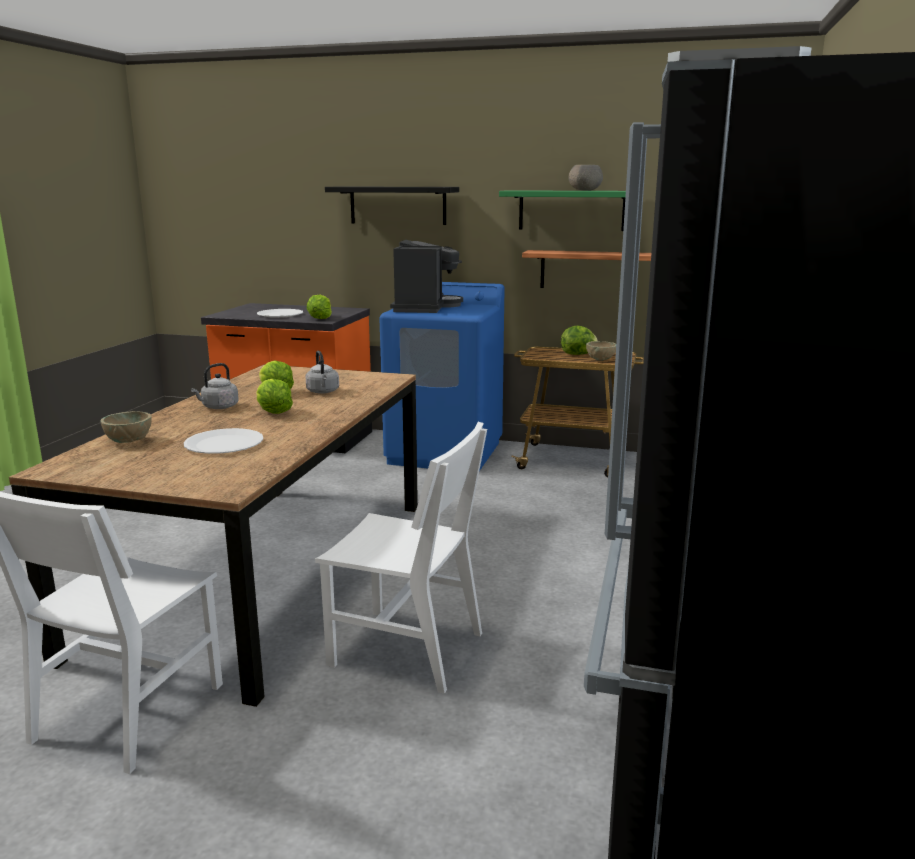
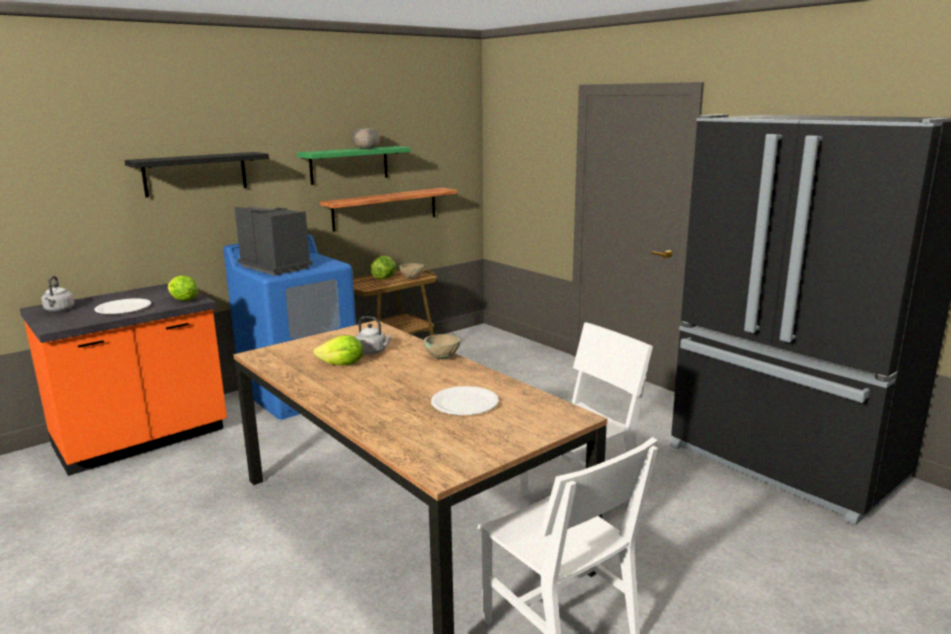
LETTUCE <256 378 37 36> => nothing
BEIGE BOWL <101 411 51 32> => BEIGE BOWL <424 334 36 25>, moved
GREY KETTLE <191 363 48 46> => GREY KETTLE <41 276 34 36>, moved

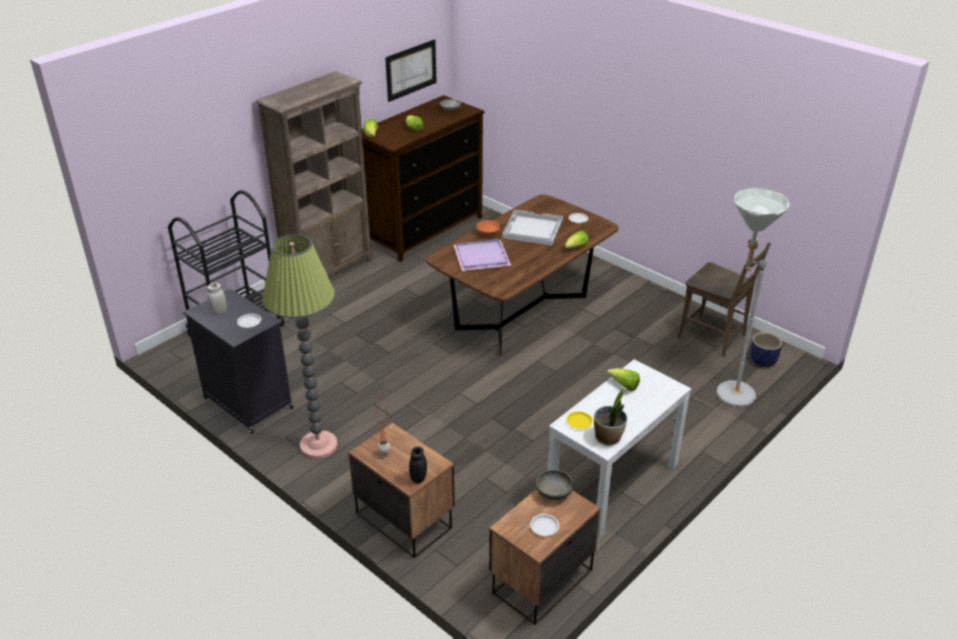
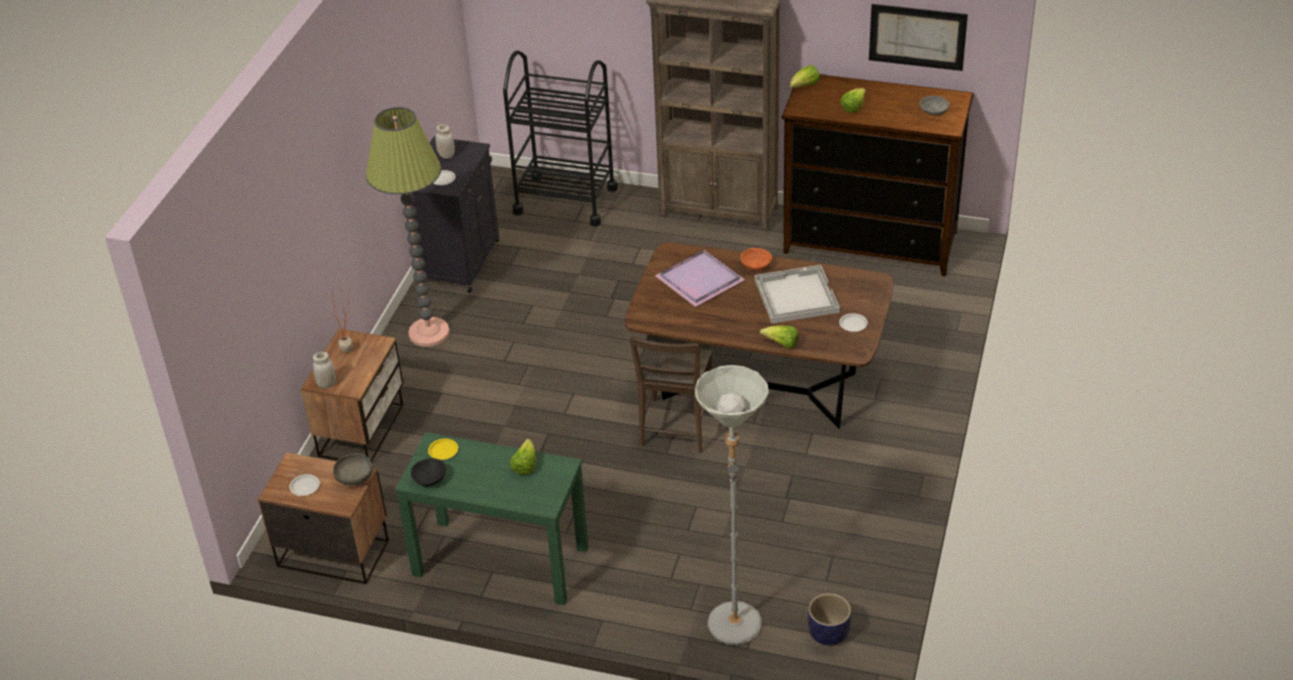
BROWN CHAIR <677 243 94 114> => BROWN CHAIR <630 335 85 118>, moved
POTTED PLANT <594 387 33 58> => BLACK BOWL <411 458 35 28>
BLACK JAR <409 447 18 37> => WHITE JAR <313 352 23 36>
WHITE CONSOLE TABLE <547 359 144 180> => GREEN CONSOLE TABLE <395 432 194 173>

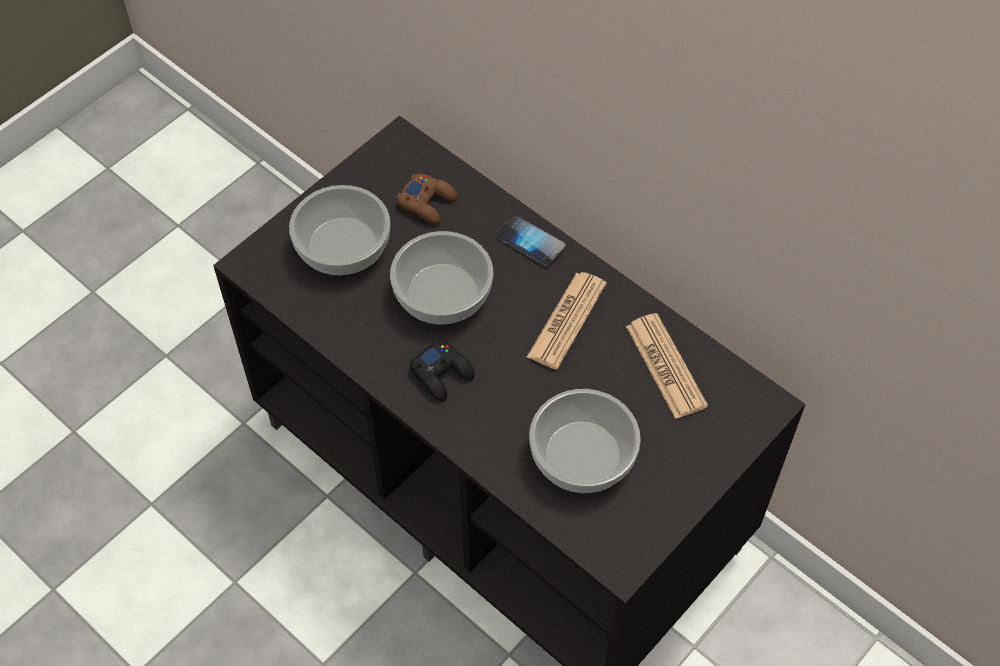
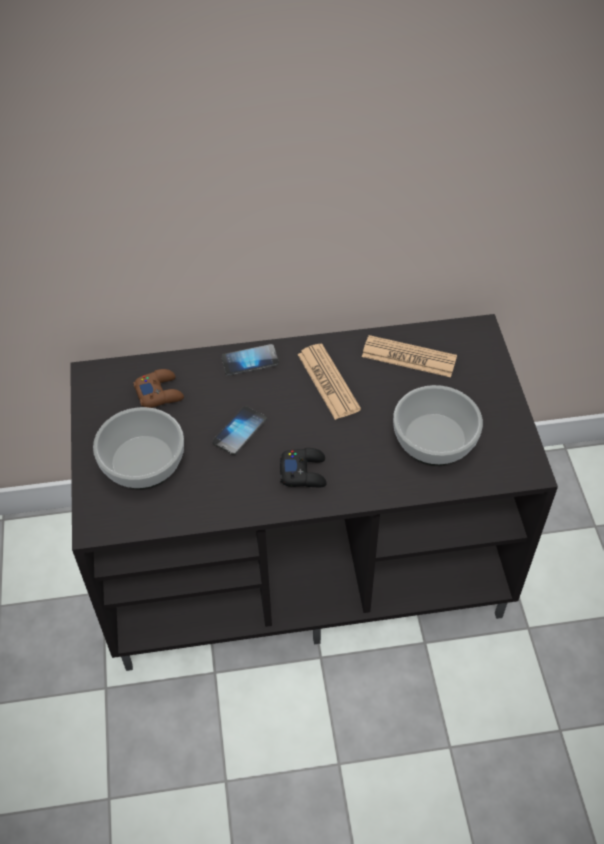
BOWL <390 231 103 95> => PHONE <212 406 55 49>

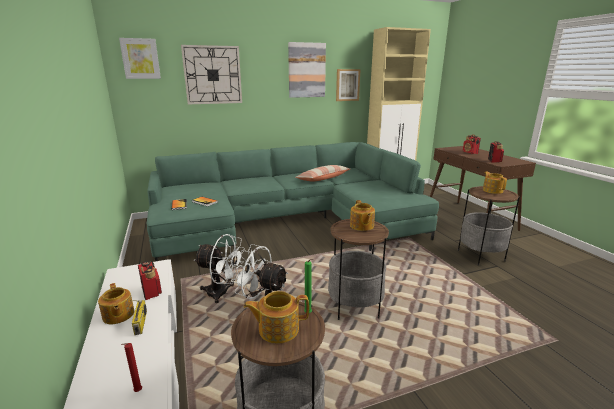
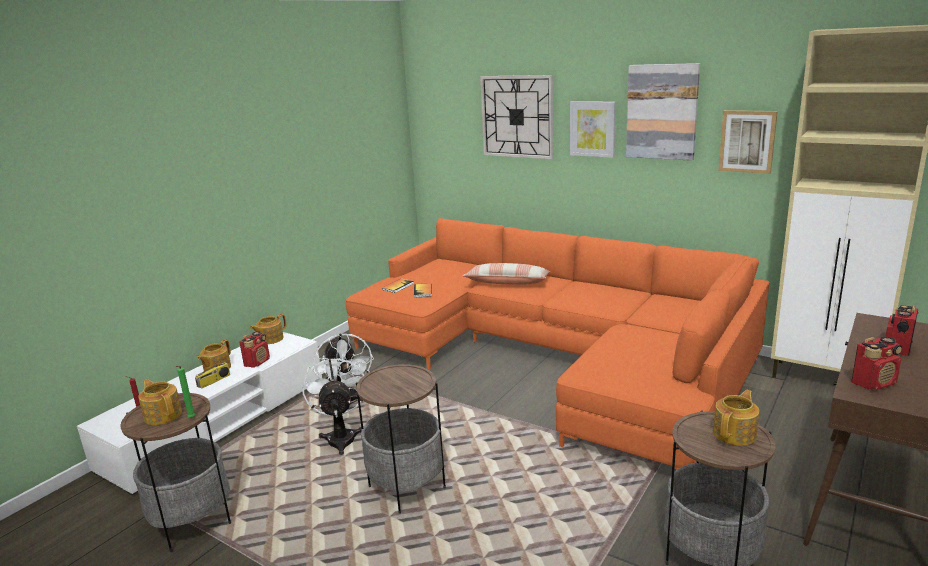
PICTURE <119 38 42 41> => PICTURE <570 101 46 57>, moved
PILLOW <295 165 55 16> => PILLOW <463 263 87 22>, moved
TEAPOT <350 200 25 31> => TEAPOT <250 314 36 30>, moved
GREEN SOFA <147 142 292 119> => ORANGE SOFA <346 218 423 251>

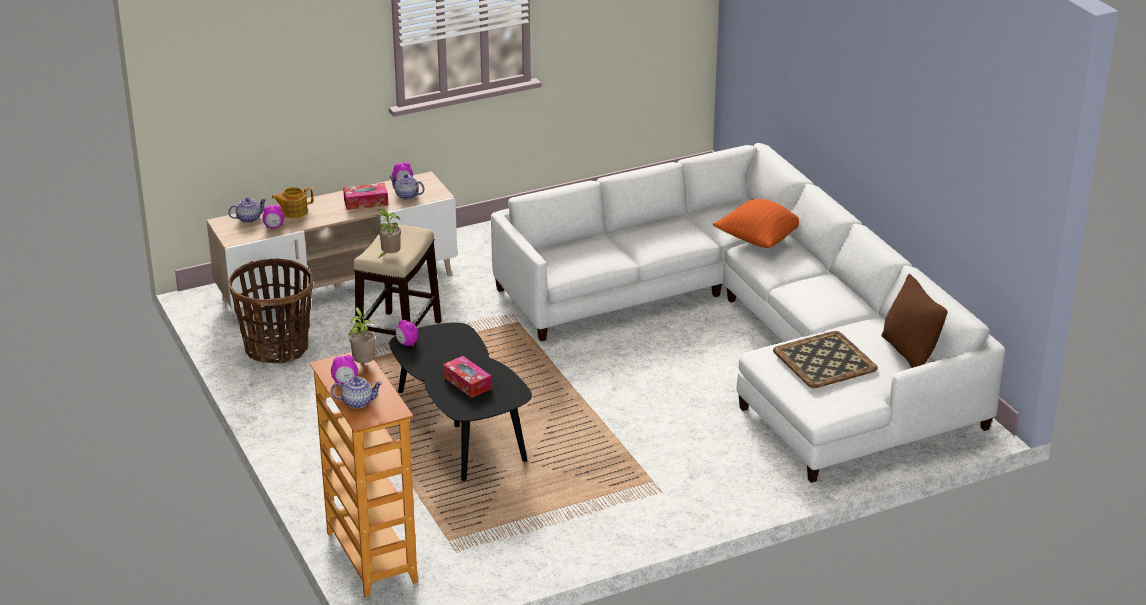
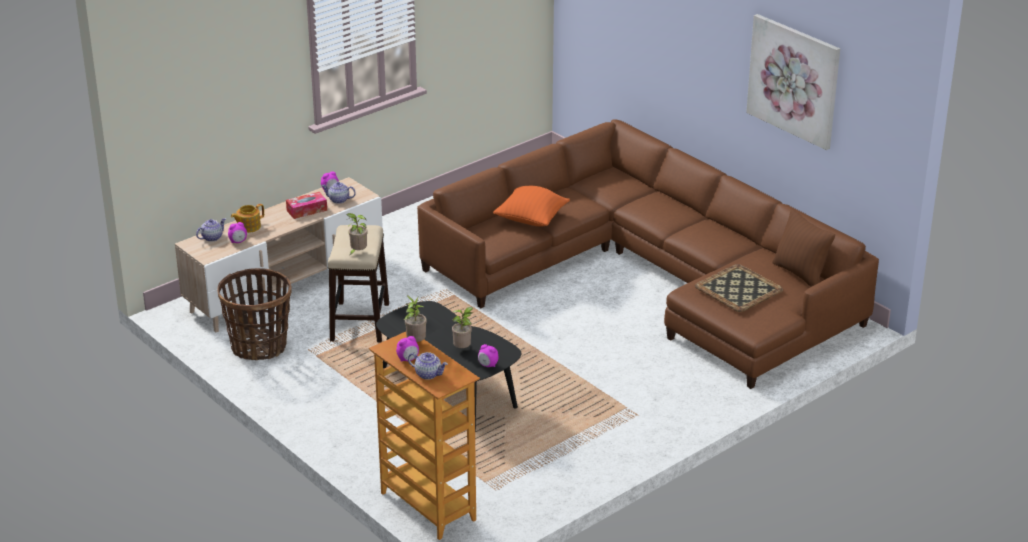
nothing => PICTURE <746 14 94 136>
ALARM CLOCK <396 320 22 26> => ALARM CLOCK <478 344 21 23>, moved
ORANGE PILLOW <713 199 86 49> => ORANGE PILLOW <493 186 77 40>, moved
TISSUE BOX <443 356 49 42> => POTTED PLANT <452 307 21 41>
WHITE SOFA <491 143 514 340> => BROWN SOFA <417 119 462 270>
TEAPOT <331 377 52 32> => TEAPOT <408 352 40 28>, 45 degrees clockwise

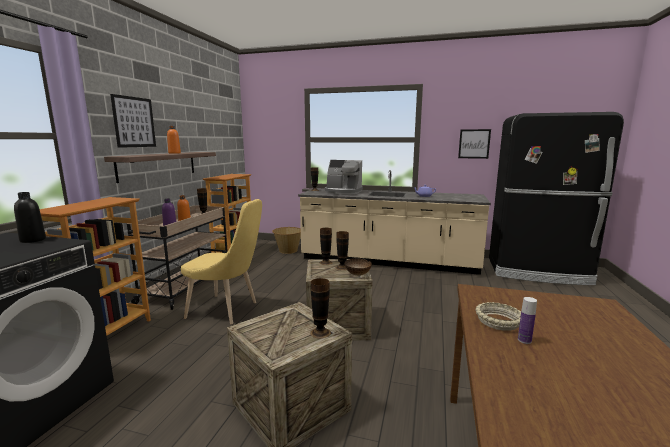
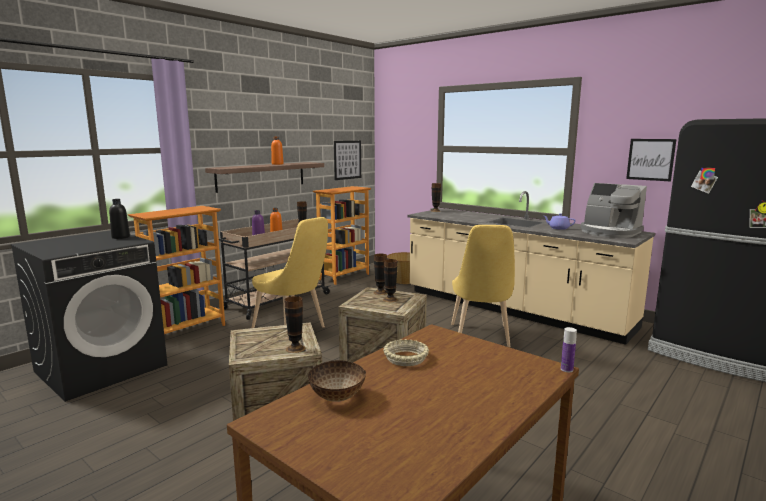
nothing => YELLOW CHAIR <451 225 64 122>
PICTURE <110 94 46 54> => PICTURE <334 141 27 39>, moved
COFFEE MACHINE <325 160 38 35> => COFFEE MACHINE <581 183 66 55>, moved
BOWL <345 258 27 18> => BOWL <308 360 58 42>, moved
BOTTLE <518 297 19 47> => BOTTLE <561 327 16 45>, moved

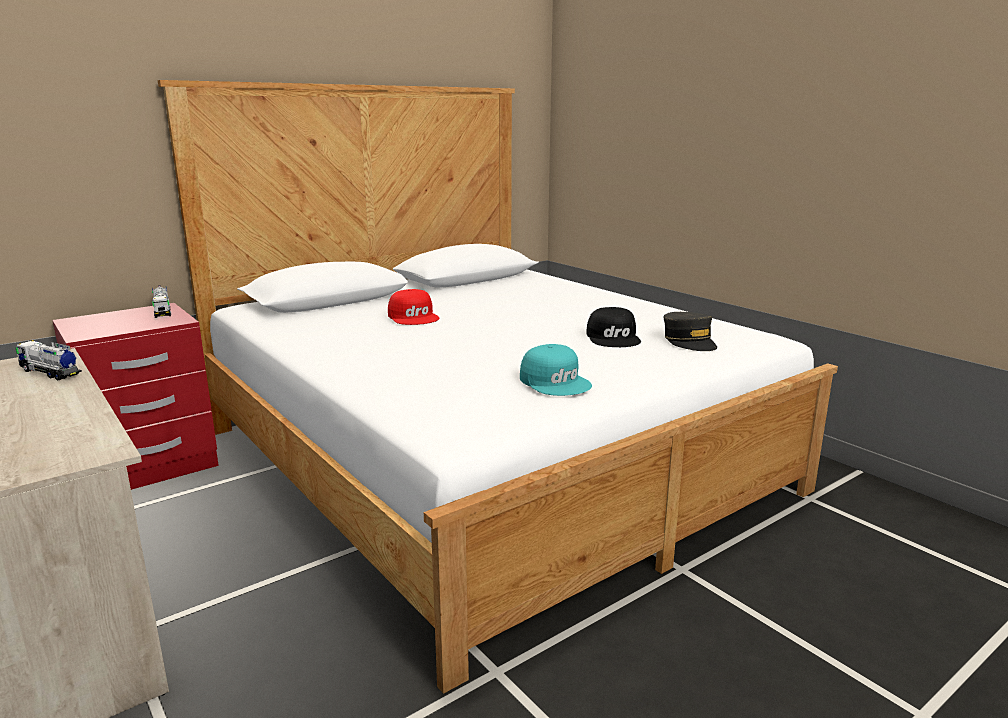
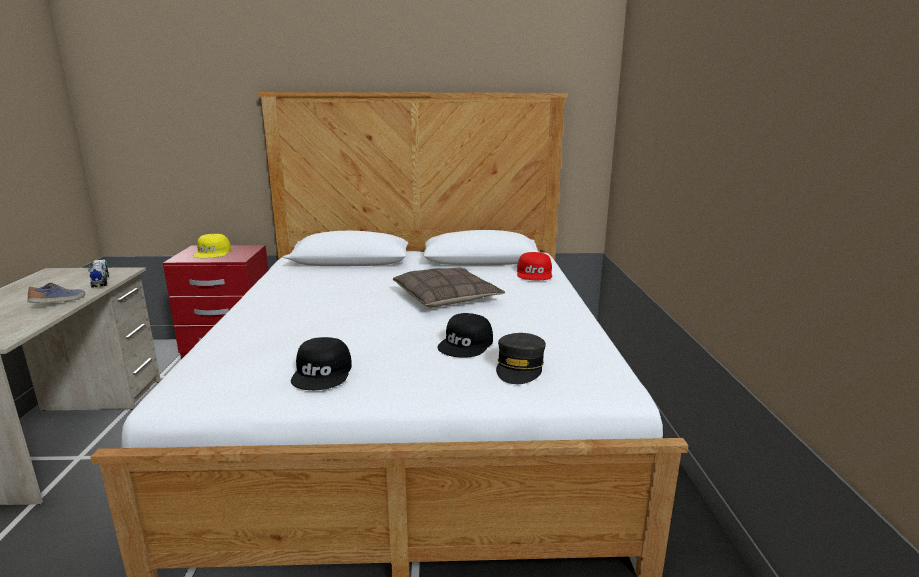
TOY TRUCK <152 285 19 33> => nothing
nothing => SHOE <27 283 59 20>
nothing => YELLOW CAP <193 234 38 24>
nothing => PILLOW <393 268 112 40>
RED CAP <388 289 51 36> => RED CAP <517 252 35 28>, moved
TURQUOISE CAP <520 344 72 52> => BLACK CAP <291 337 61 53>

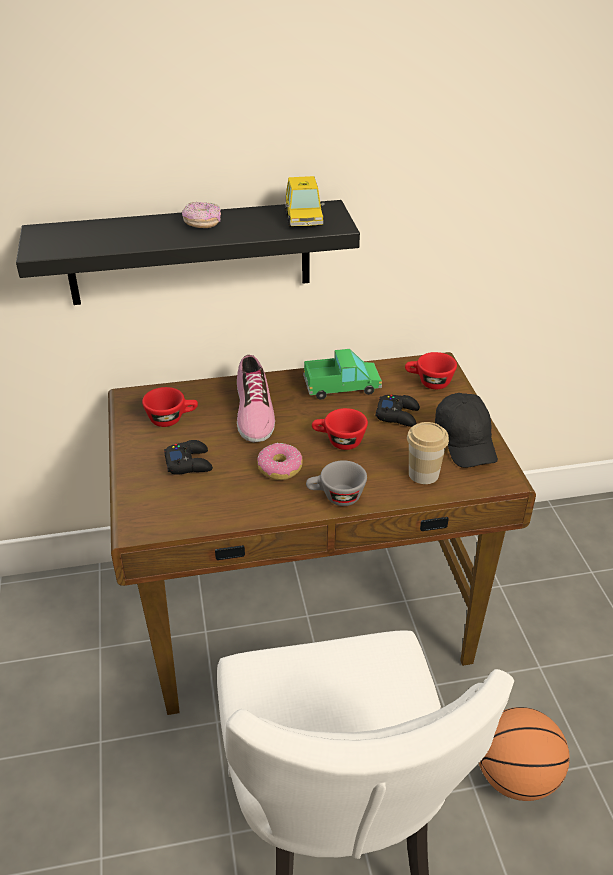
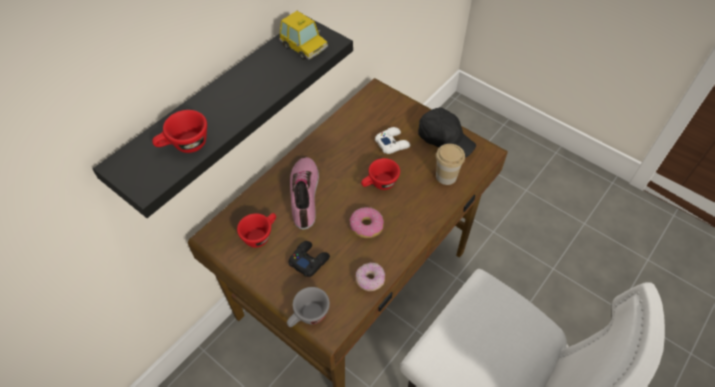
TOY TRUCK <303 349 79 51> => nothing
BASKETBALL <479 707 91 94> => nothing
DONUT <182 202 39 26> => DONUT <355 262 30 29>, moved
GREY CUP <306 460 61 46> => GREY CUP <287 287 43 40>, moved
RED CUP <405 352 52 37> => RED CUP <152 110 55 43>, moved
BLACK GAME CONTROLLER <375 395 45 32> => WHITE GAME CONTROLLER <375 127 36 27>
SHOE <237 355 38 88> => SHOE <290 157 29 72>, 135 degrees counterclockwise

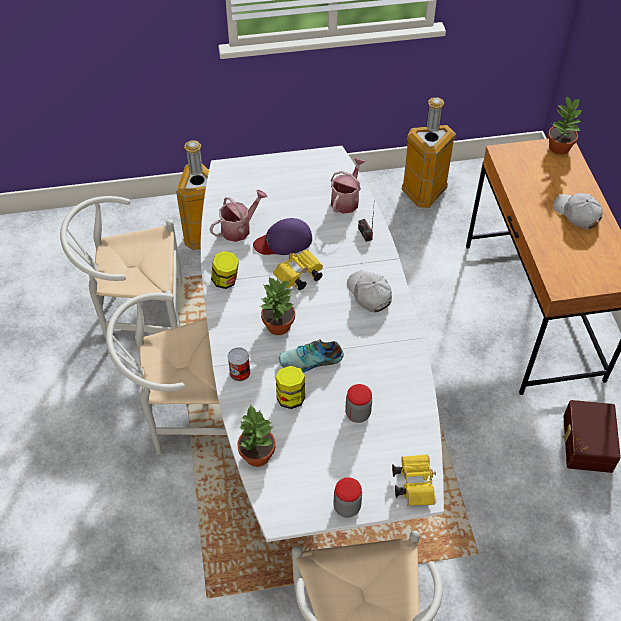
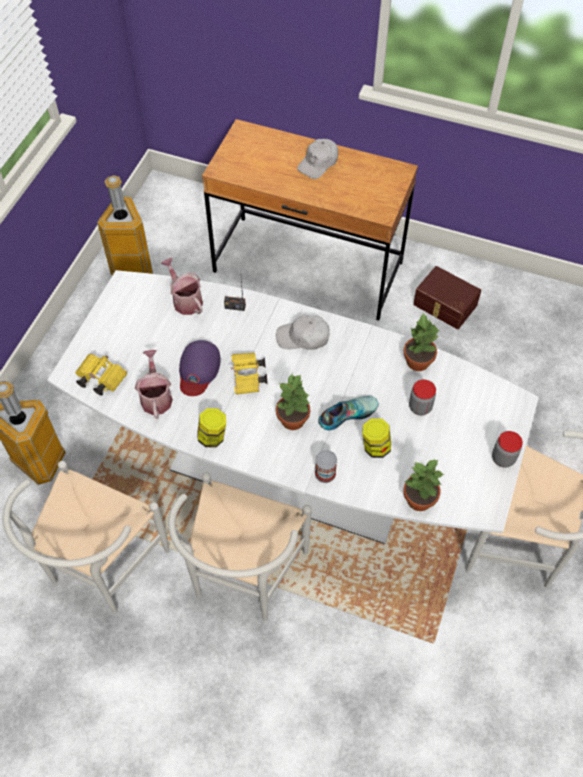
YELLOW BINOCULARS <392 455 44 51> => YELLOW BINOCULARS <75 354 52 42>, moved
POTTED PLANT <548 96 34 59> => POTTED PLANT <404 312 36 59>, moved
SHOE <279 339 65 33> => SHOE <318 396 61 34>, 135 degrees counterclockwise
WHITE CAP <553 193 50 36> => WHITE CAP <297 139 41 40>, 45 degrees counterclockwise

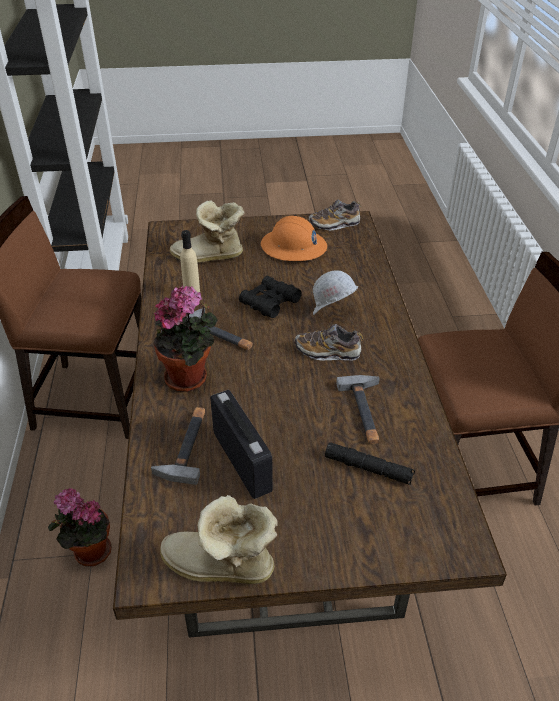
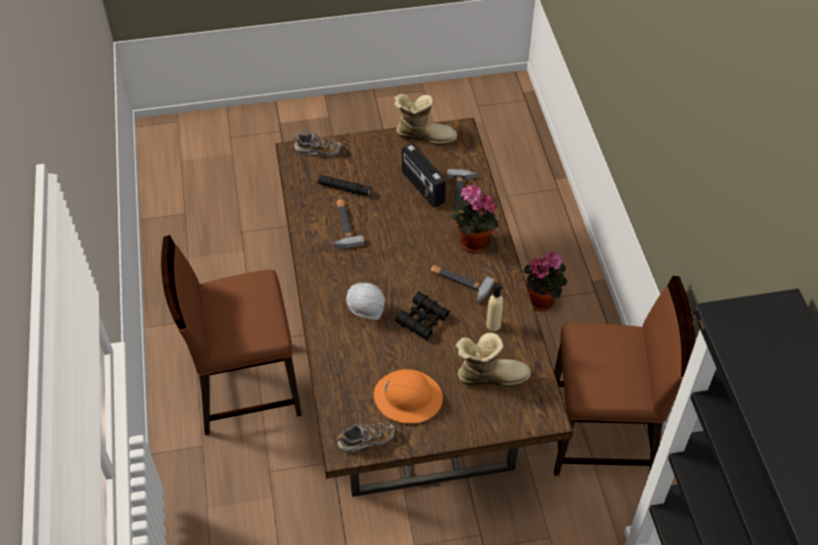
SHOE <295 324 69 37> => SHOE <293 132 49 24>, moved

